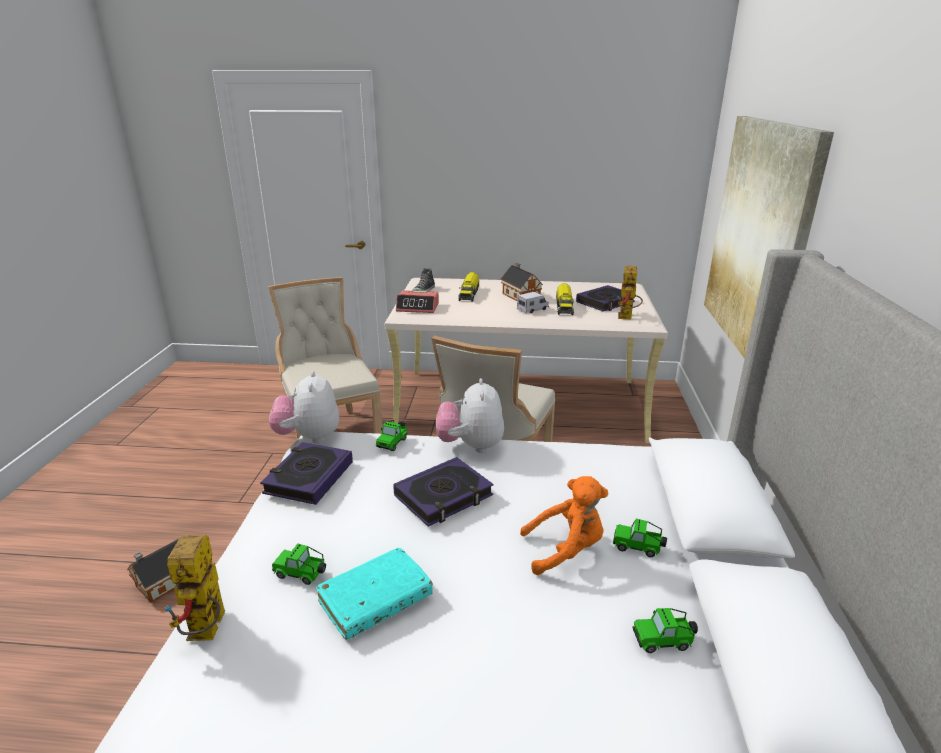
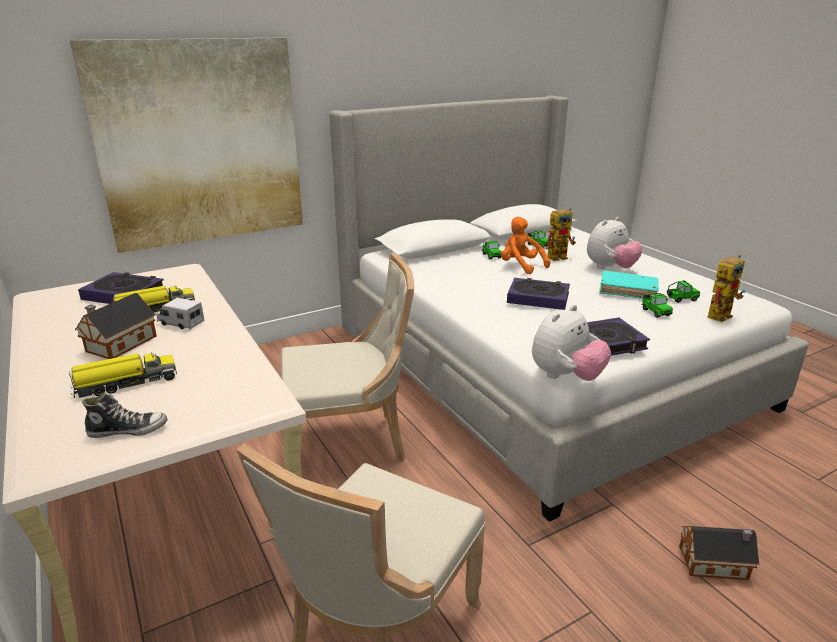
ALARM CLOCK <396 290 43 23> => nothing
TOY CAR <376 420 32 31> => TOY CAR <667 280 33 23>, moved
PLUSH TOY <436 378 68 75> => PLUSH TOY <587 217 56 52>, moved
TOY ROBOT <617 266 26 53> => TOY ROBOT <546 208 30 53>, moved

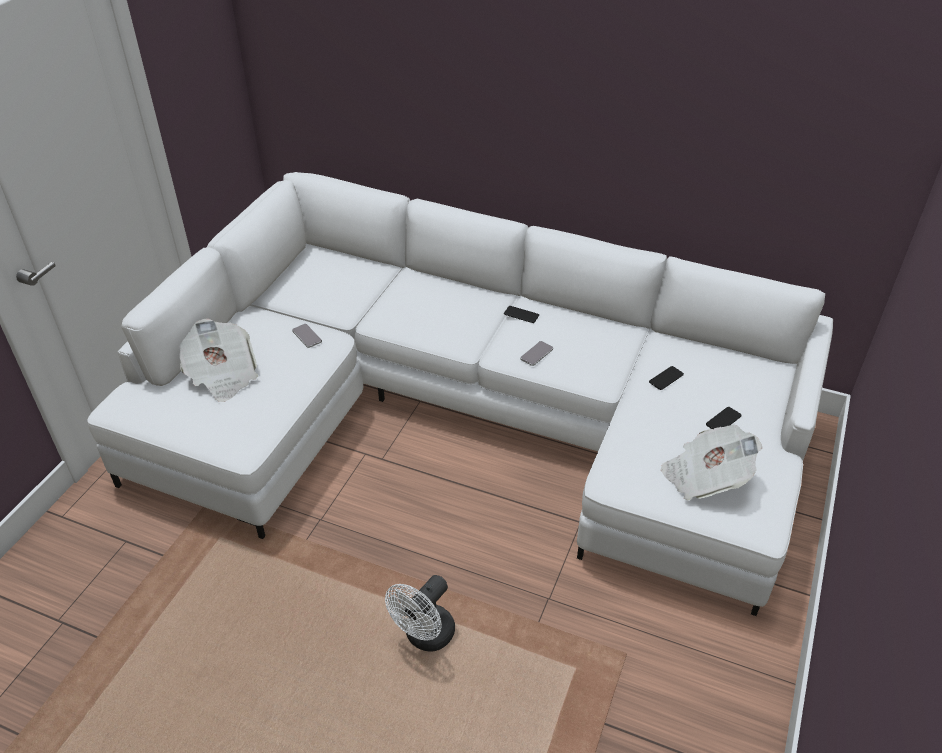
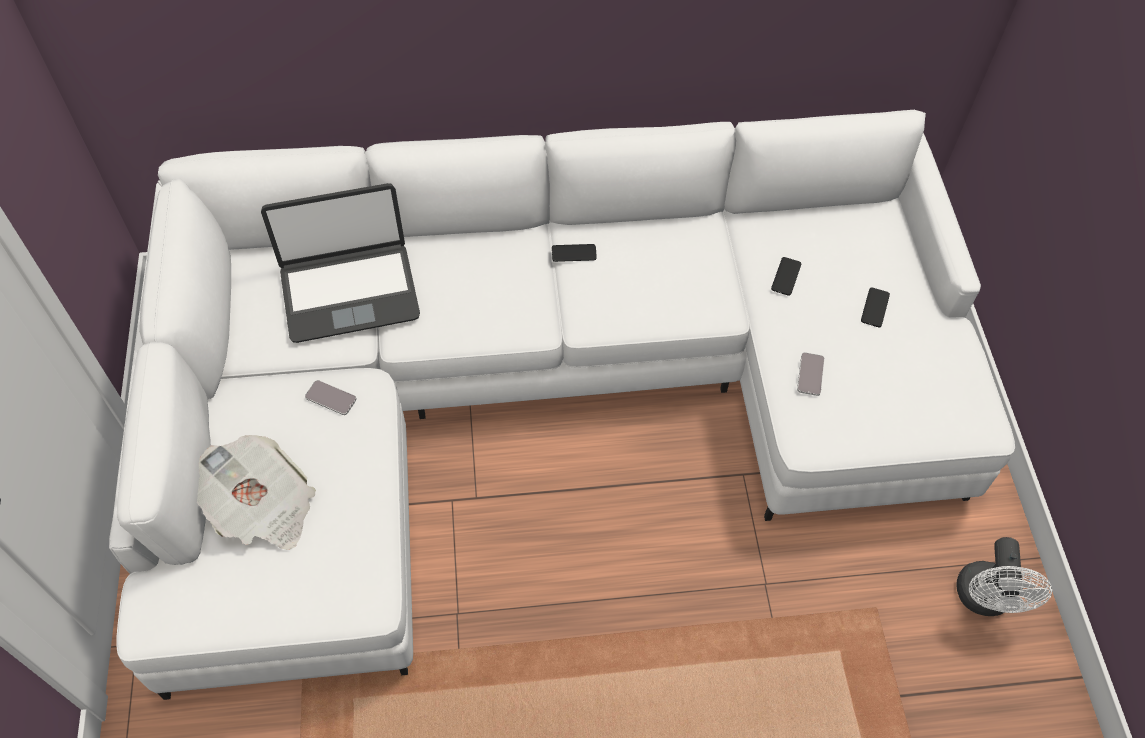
NEWSPAPER <661 425 101 76> => nothing
nothing => LAPTOP <261 183 159 160>
WHITE FAN <385 575 70 76> => WHITE FAN <956 537 96 79>, moved
PHONE <520 341 33 25> => PHONE <797 352 27 44>, moved

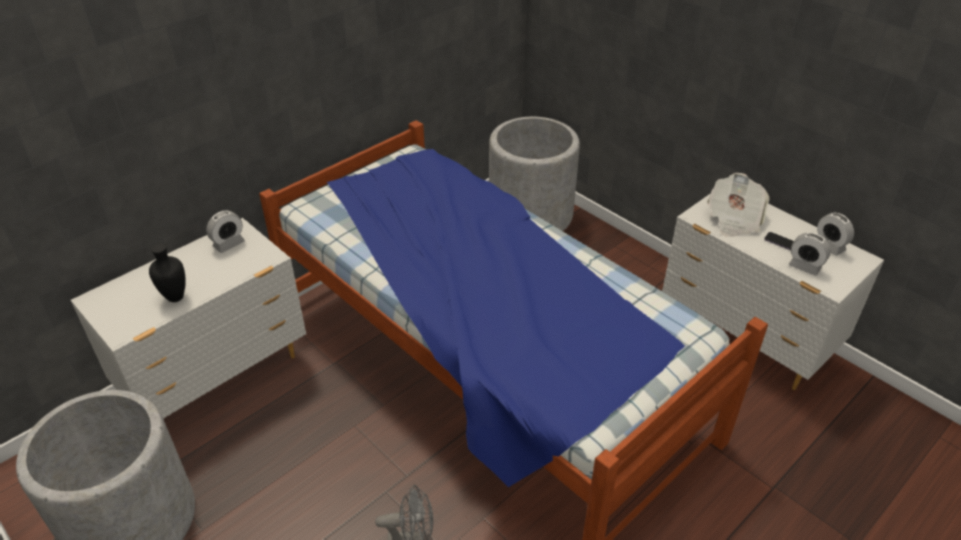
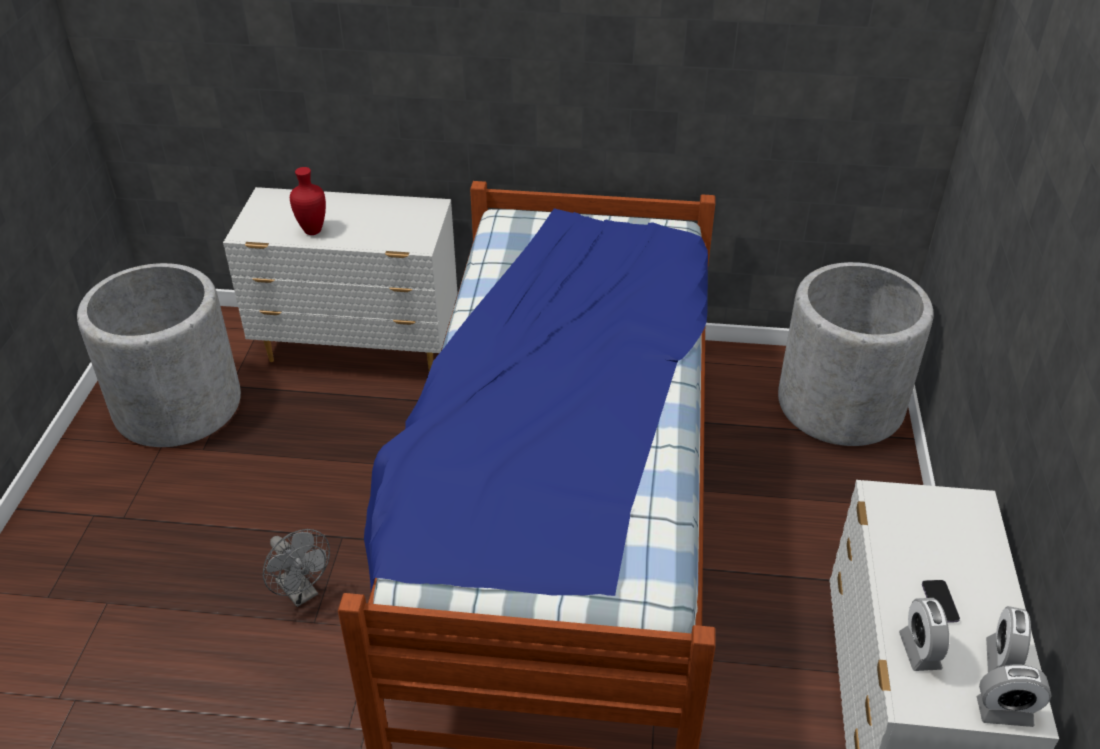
NEWSPAPER <707 173 63 64> => nothing
ALARM CLOCK <206 210 39 43> => ALARM CLOCK <977 665 75 62>, moved
BLACK VASE <149 243 37 59> => RED VASE <290 167 36 68>

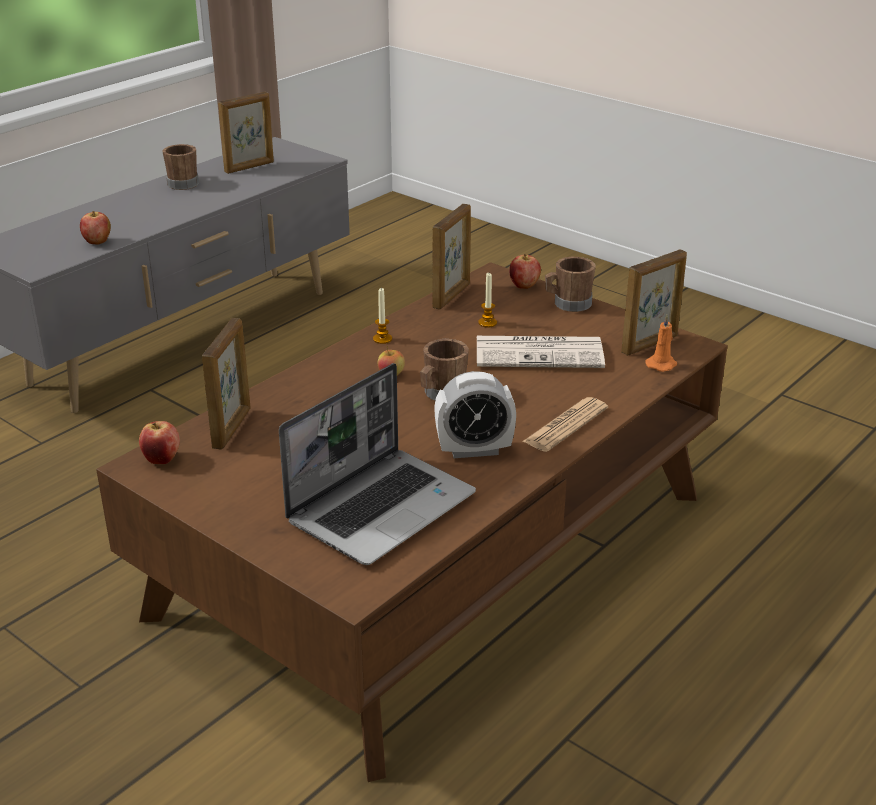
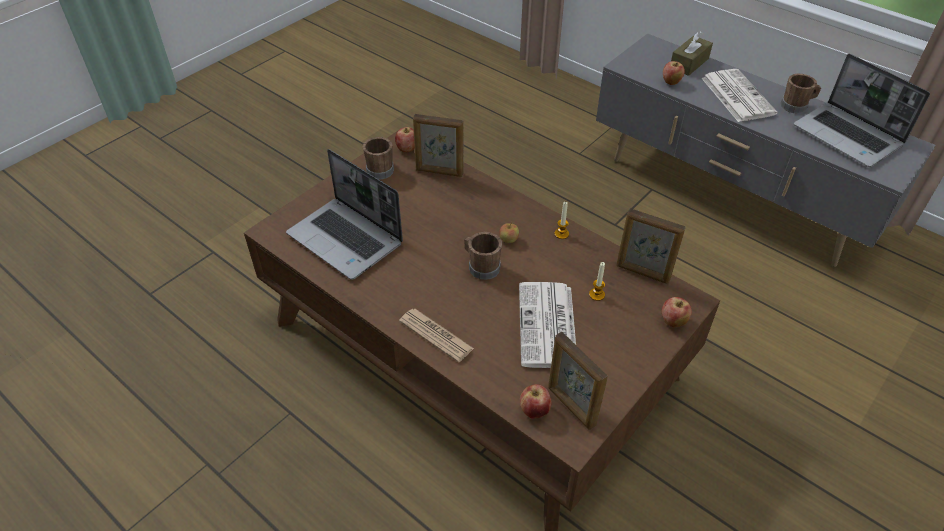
ALARM CLOCK <434 371 82 87> => nothing
nothing => BROWN TISSUE BOX <671 31 42 45>
nothing => NEWSPAPER <702 69 76 53>
BROWN MUG <545 257 51 55> => BROWN MUG <363 137 31 42>, moved
PICTURE FRAME <218 92 56 82> => LAPTOP <794 54 136 113>
ORANGE CANDLE <645 315 32 57> => APPLE <520 384 32 34>

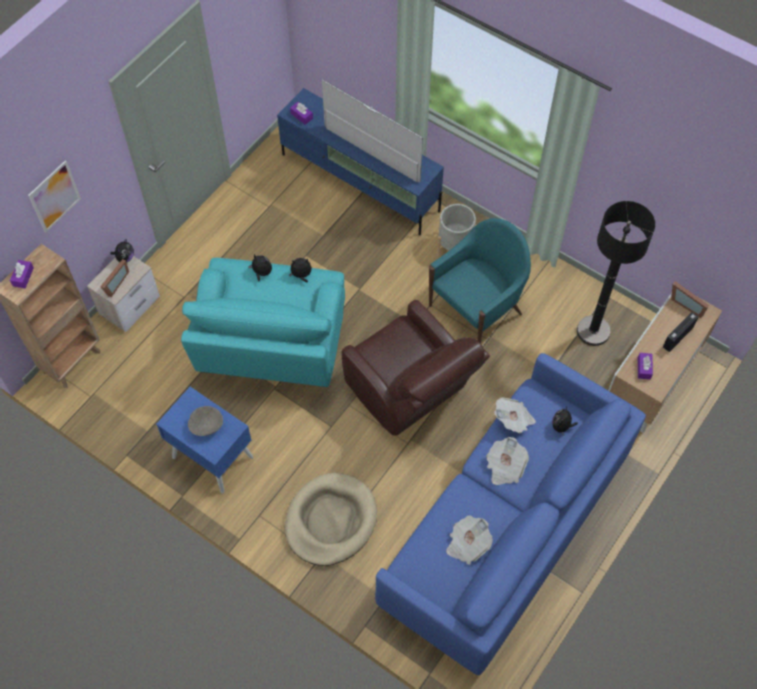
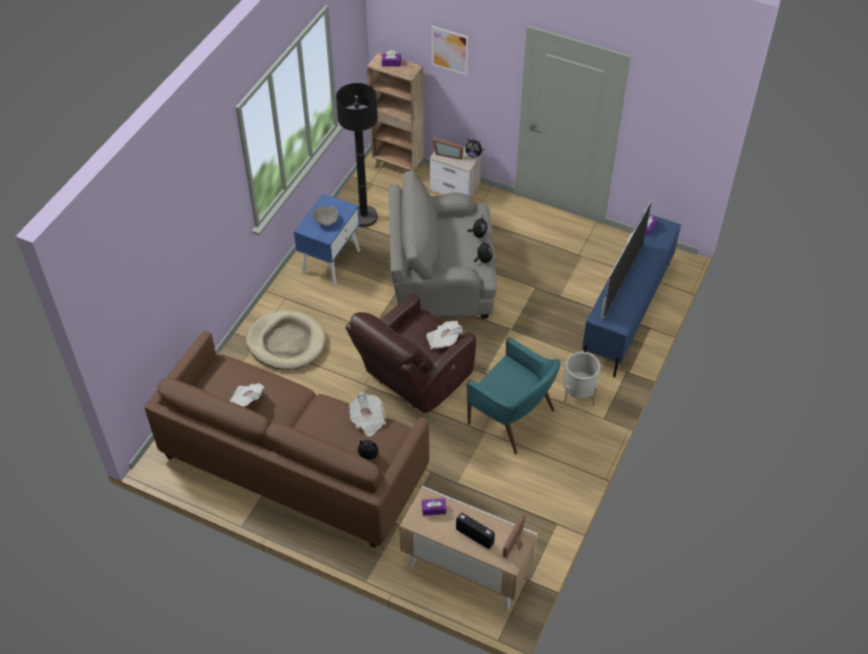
NEWSPAPER <486 437 43 48> => NEWSPAPER <426 321 36 28>, moved
BLACK FLOOR LAMP <577 201 78 145> => BLACK FLOOR LAMP <336 83 42 144>, moved
TURQUOISE ARMCHAIR <181 258 164 129> => GREY ARMCHAIR <389 171 108 148>
BLUE SOFA <375 353 271 322> => BROWN SOFA <145 331 284 217>

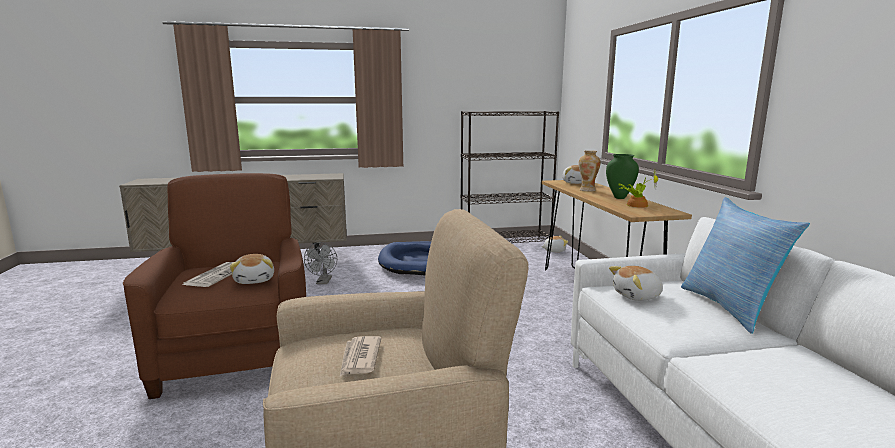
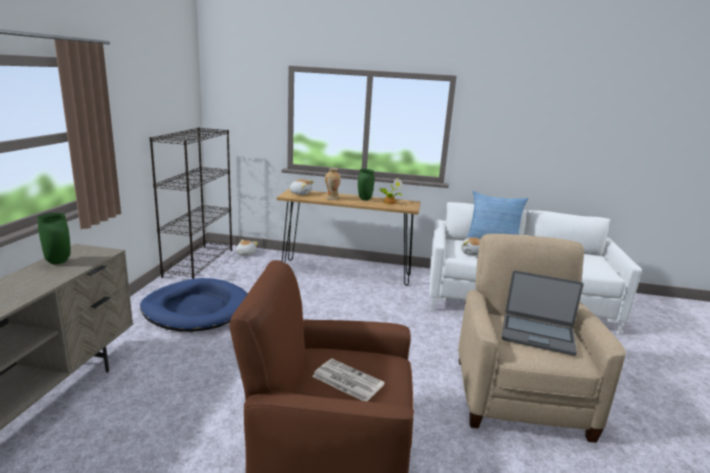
PLUSH TOY <229 254 45 30> => nothing
GREY FAN <304 242 33 42> => nothing
nothing => GREEN VASE <37 213 34 51>
NEWSPAPER <340 336 41 40> => LAPTOP <502 270 81 86>

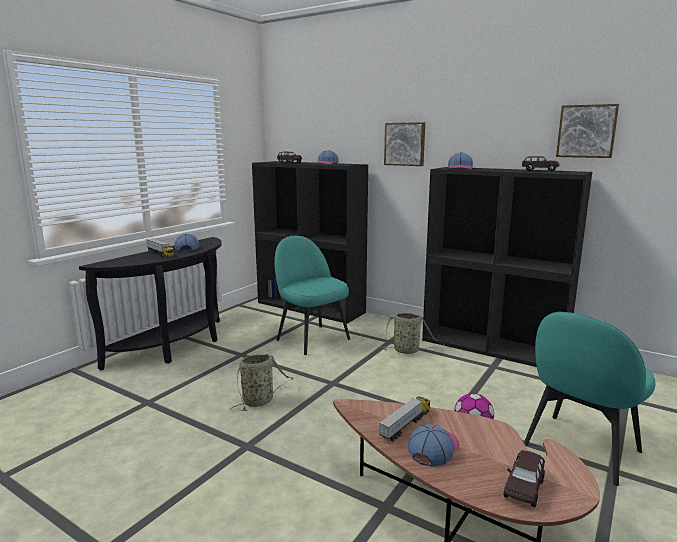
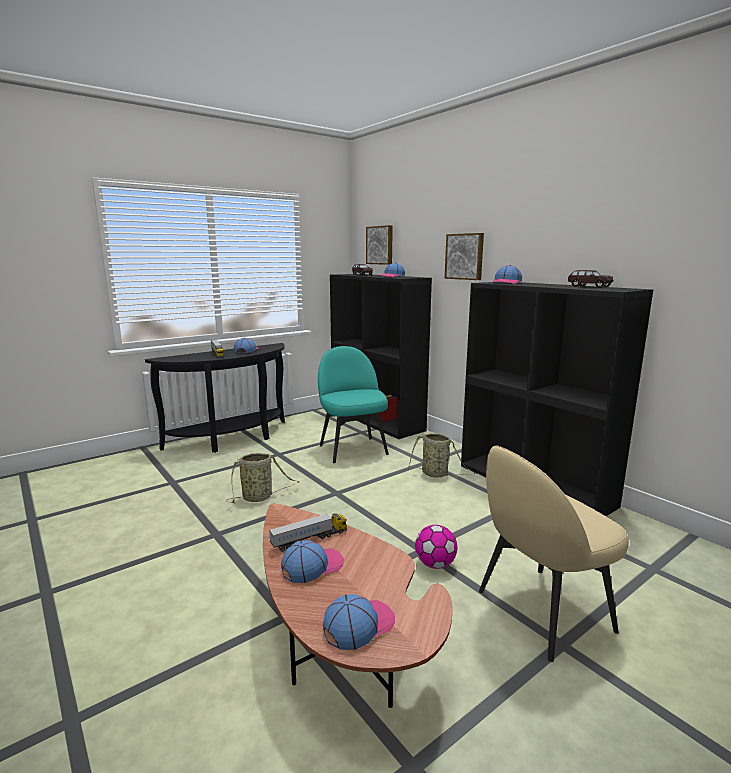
PICTURE <556 104 63 54> => PICTURE <366 225 27 40>, moved
BROWN TOY CAR <504 450 41 57> => CAP <323 594 72 56>
TURQUOISE CHAIR <524 312 131 174> => BEIGE CHAIR <479 445 150 217>

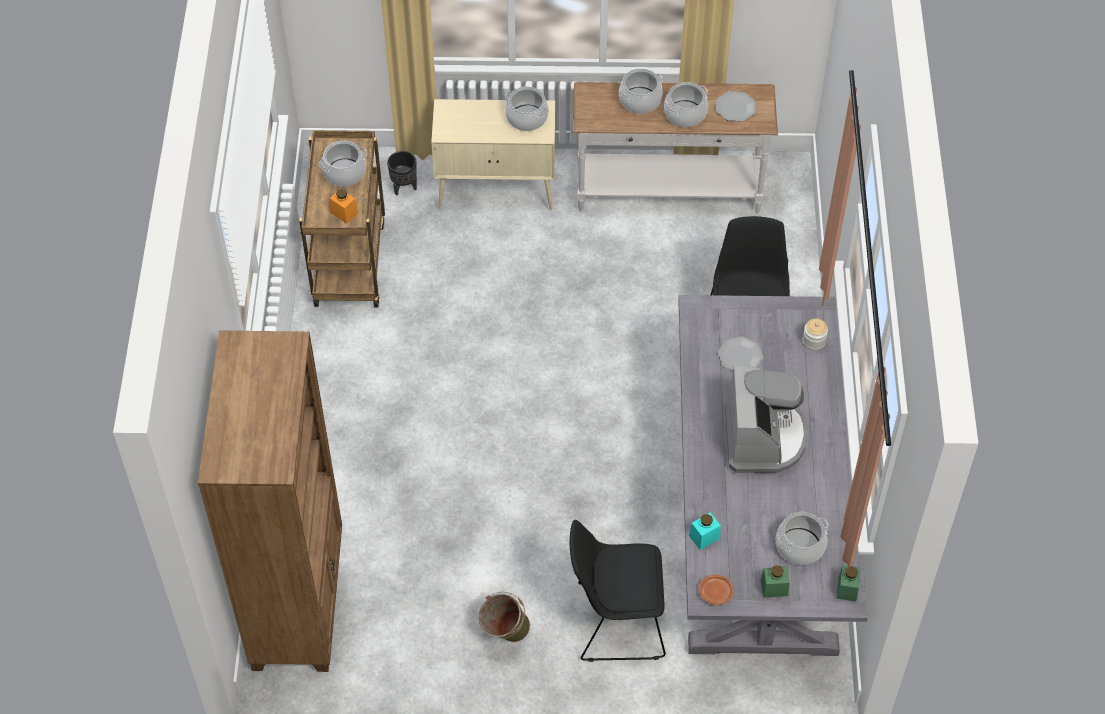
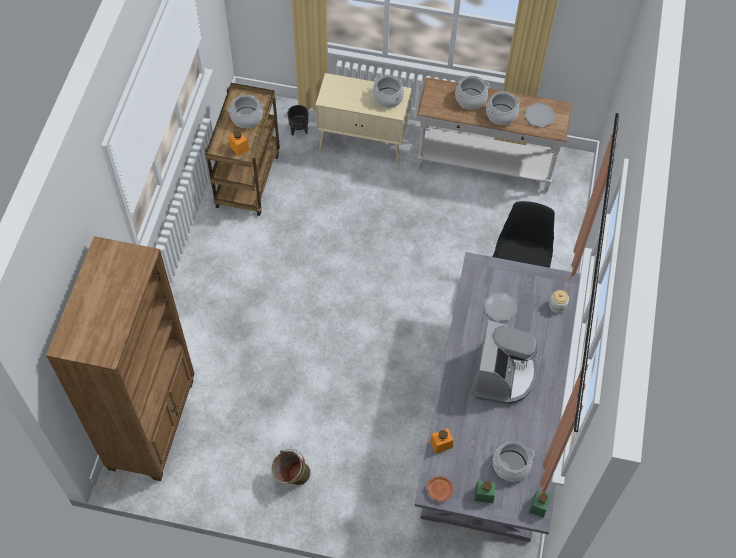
BLACK CHAIR <570 520 96 142> => nothing
TURQUOISE JAR <689 512 32 38> => ORANGE JAR <430 428 23 26>

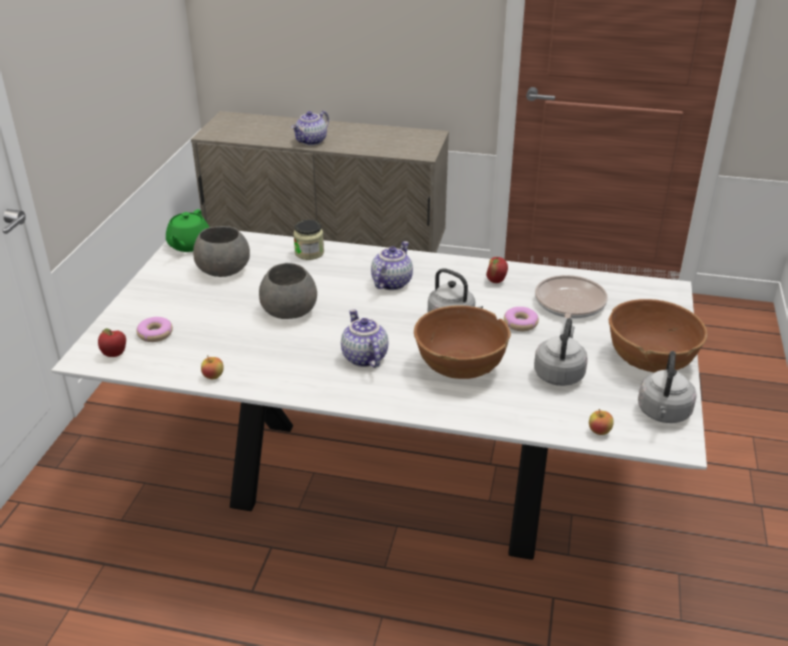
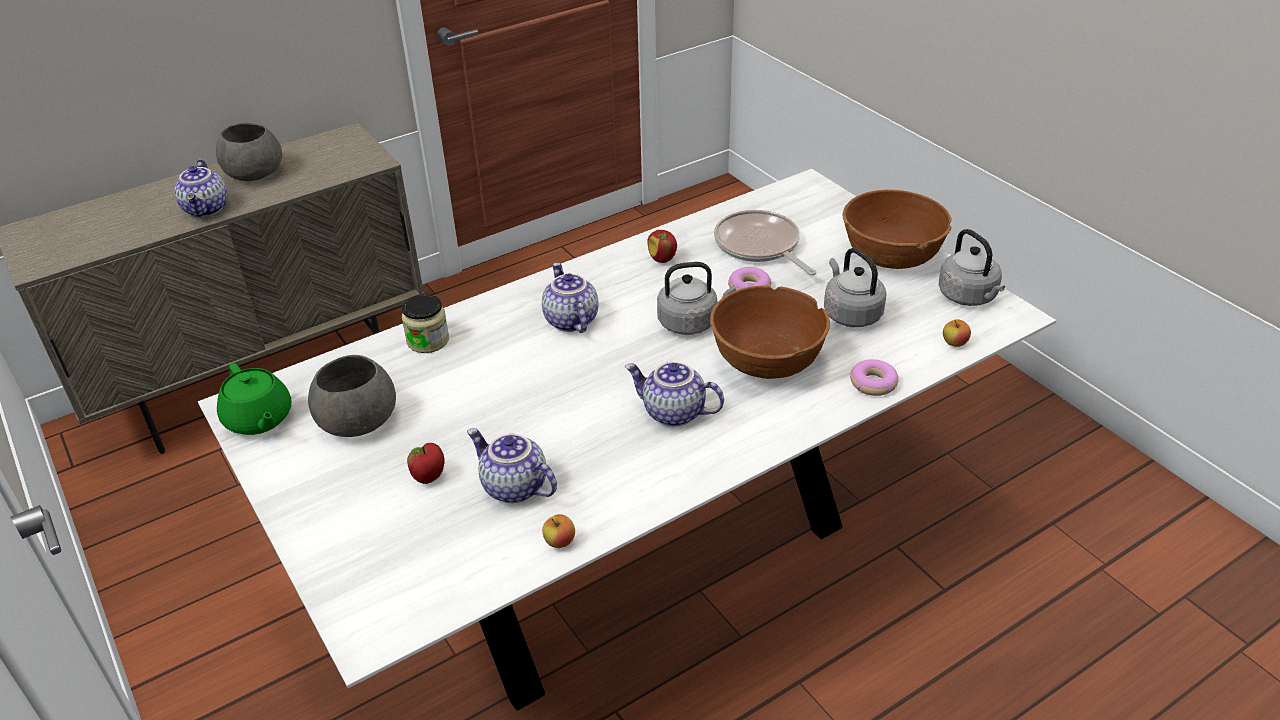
nothing => TEAPOT <467 428 90 75>
APPLE <98 328 28 29> => APPLE <407 443 38 41>, moved
DONUT <137 317 36 25> => DONUT <850 359 48 37>, moved
GREY BOWL <259 263 58 56> => GREY BOWL <216 123 66 58>, moved

